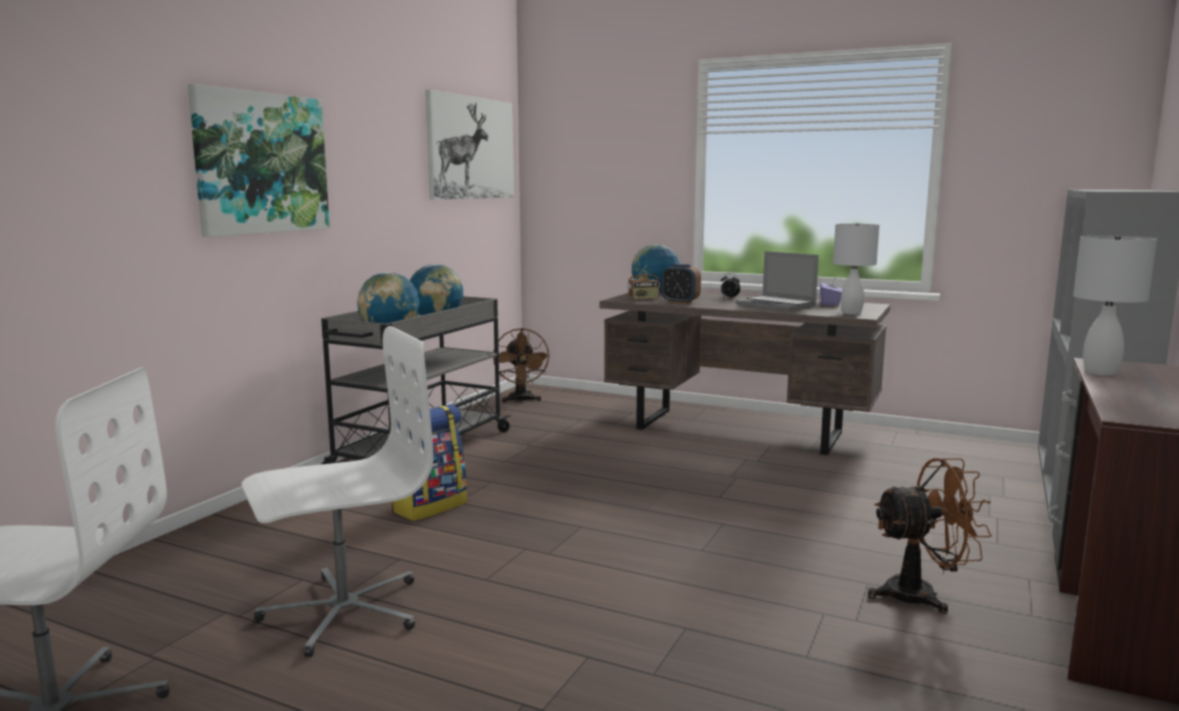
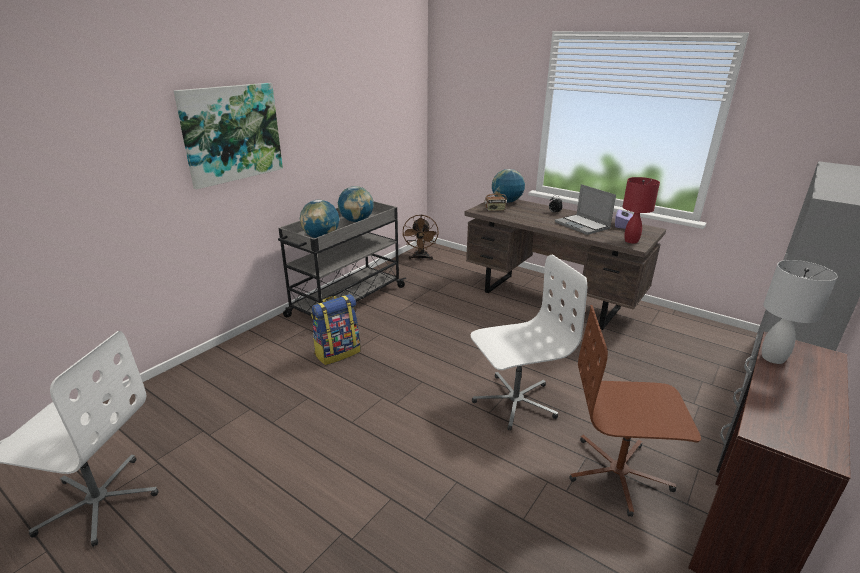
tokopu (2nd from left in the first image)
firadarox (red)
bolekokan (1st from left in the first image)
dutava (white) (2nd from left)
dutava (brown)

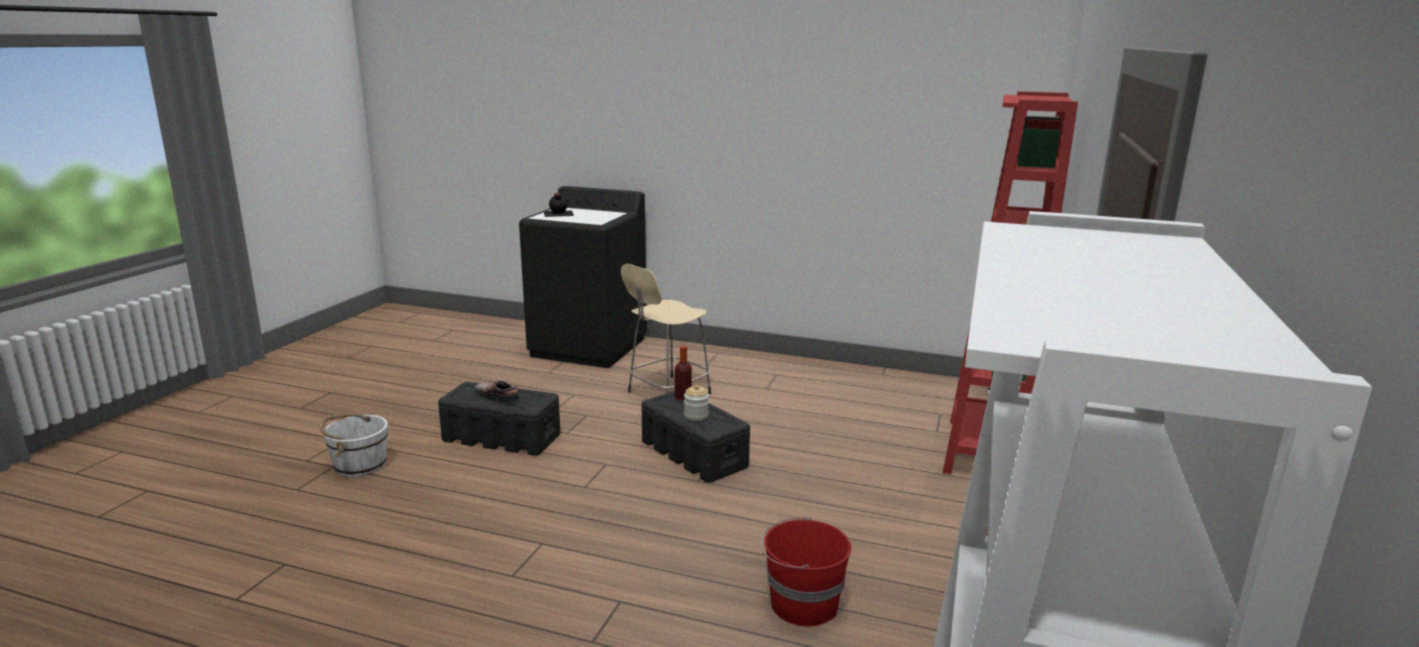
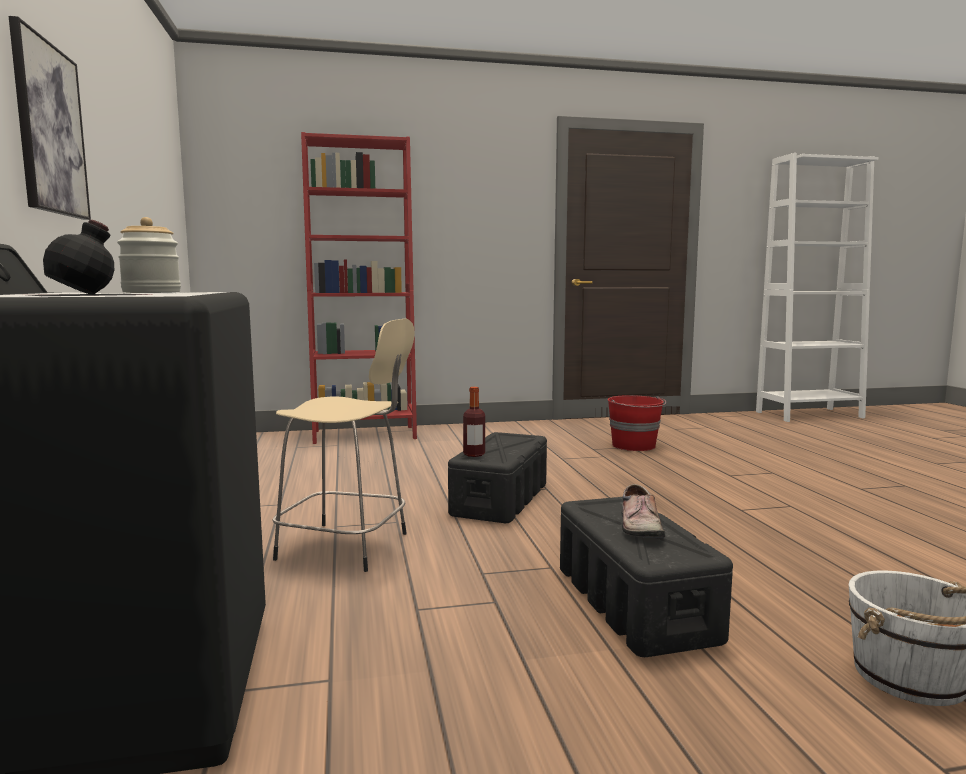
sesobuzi
tokopu

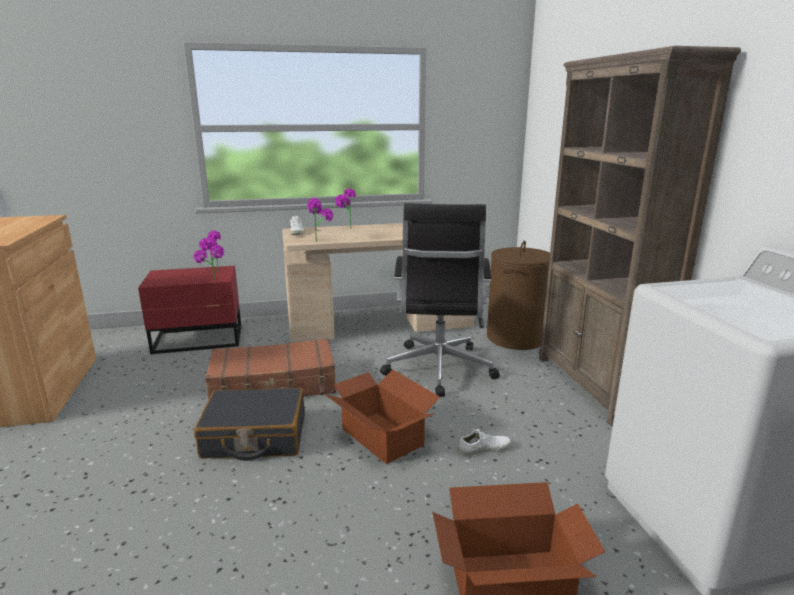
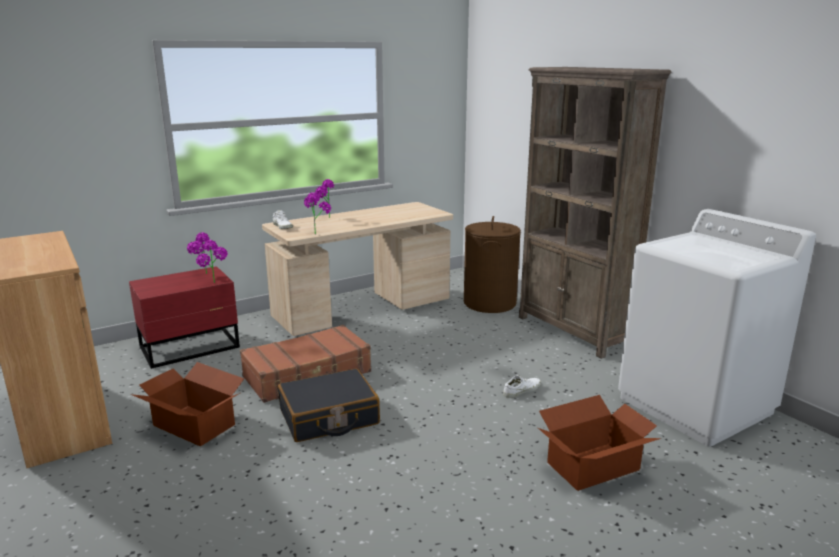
dutava (black)
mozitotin (1st from left)

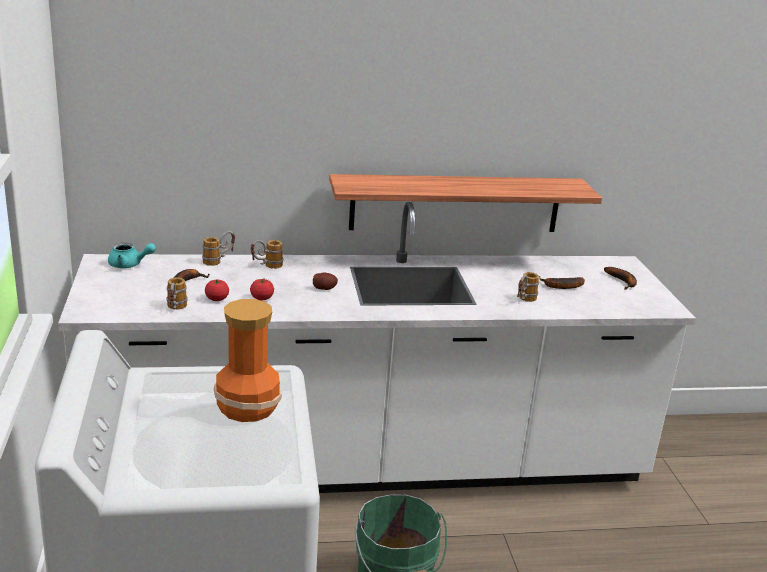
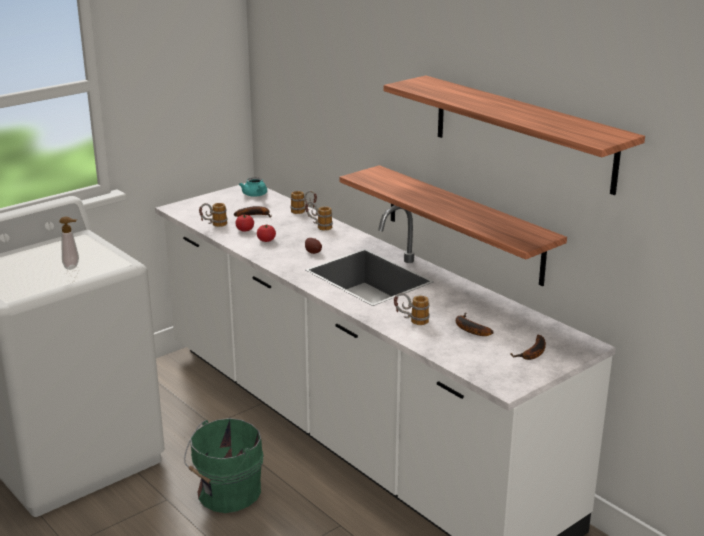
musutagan
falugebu (2nd from left)

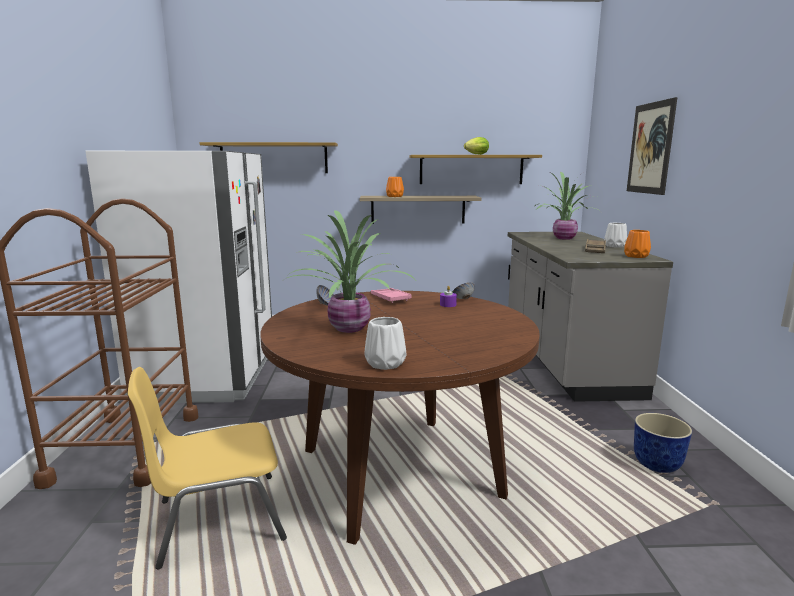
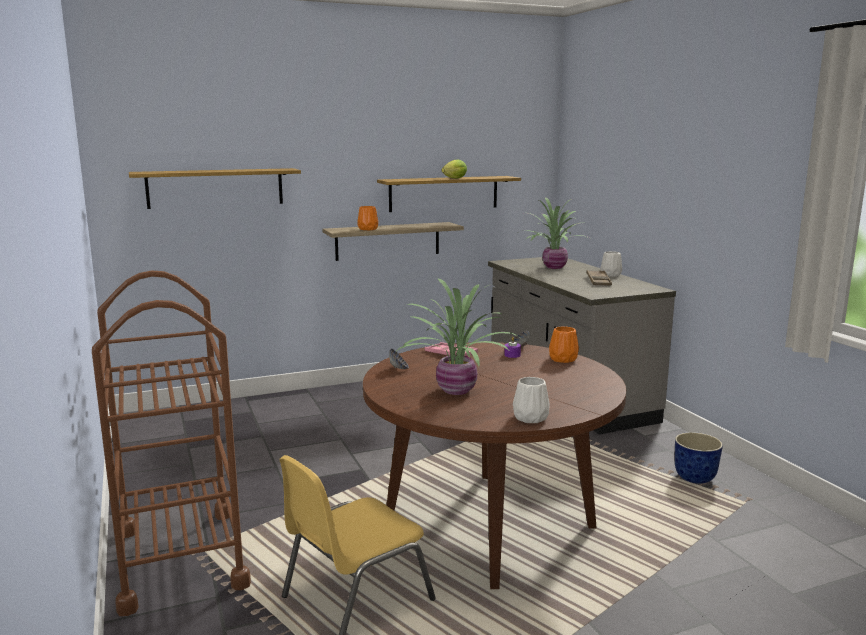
tokopu
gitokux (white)
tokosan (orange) (2nd from left)

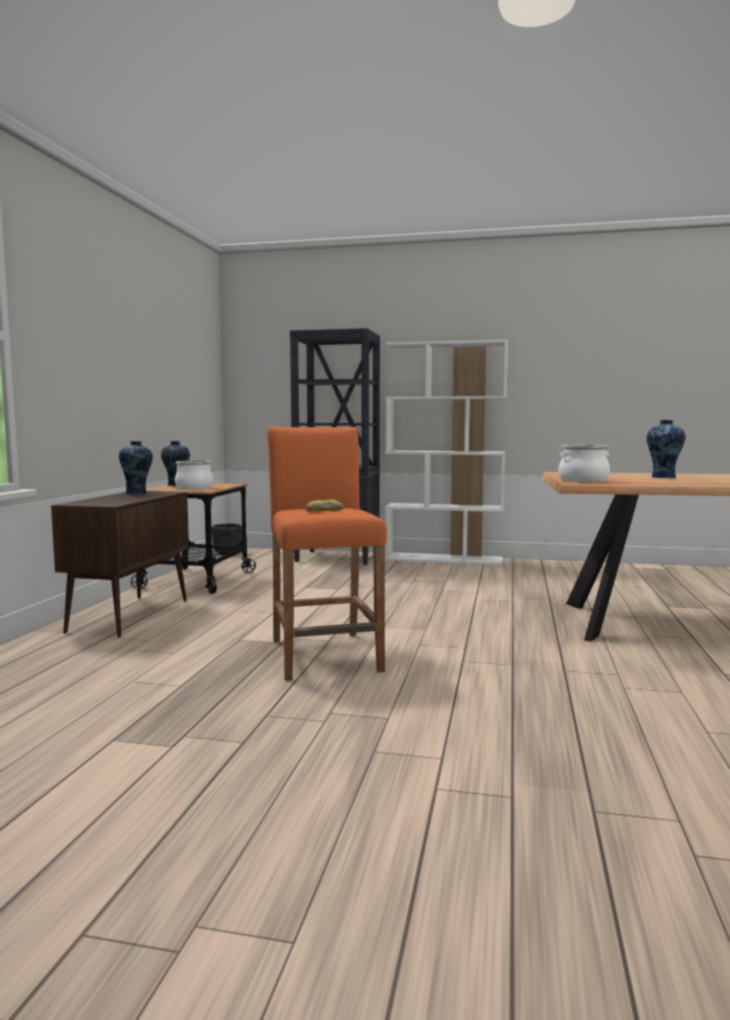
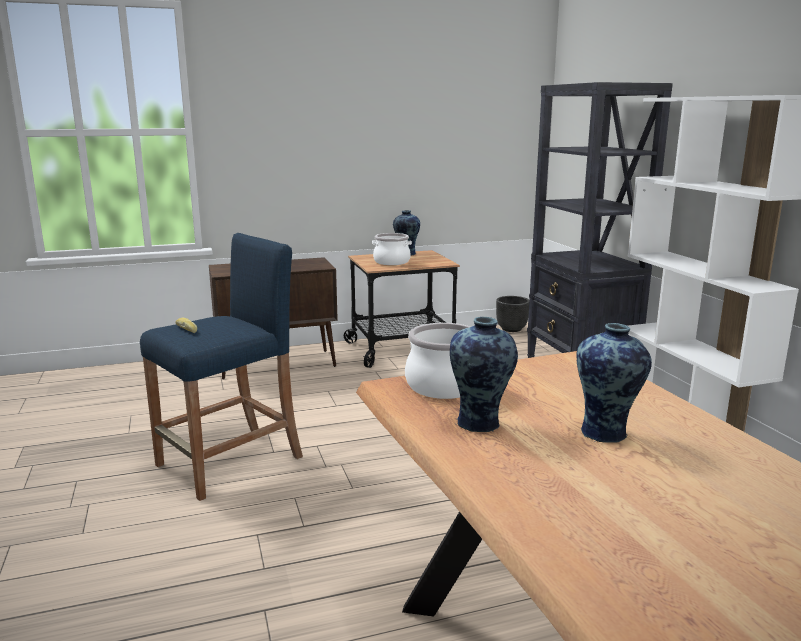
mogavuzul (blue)
tokosan (2nd from left)

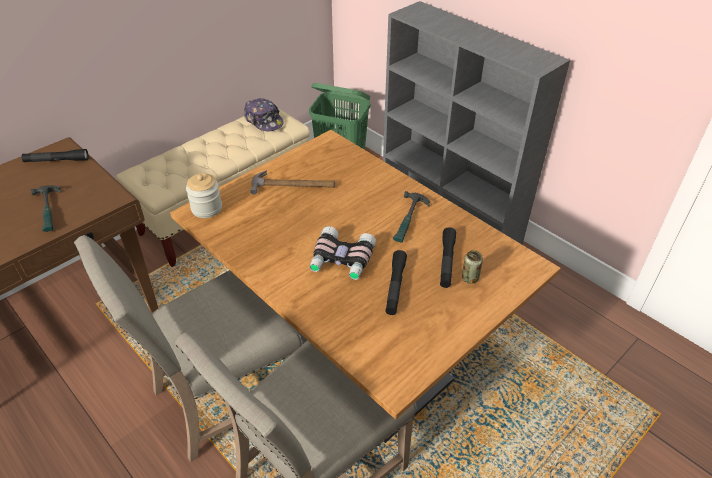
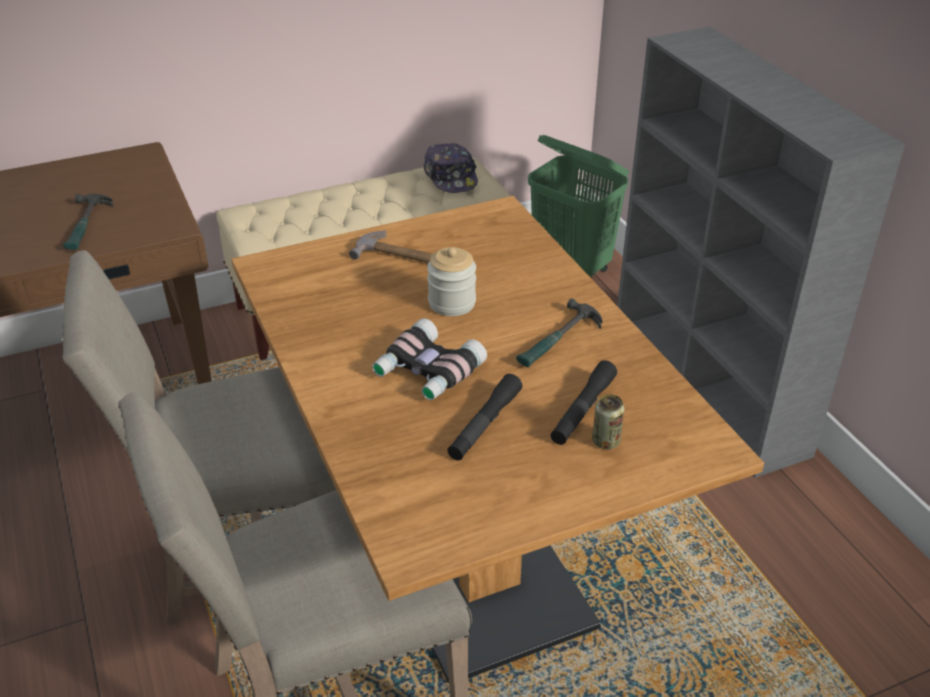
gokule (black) (1st from left in the first image)
sesobuzi

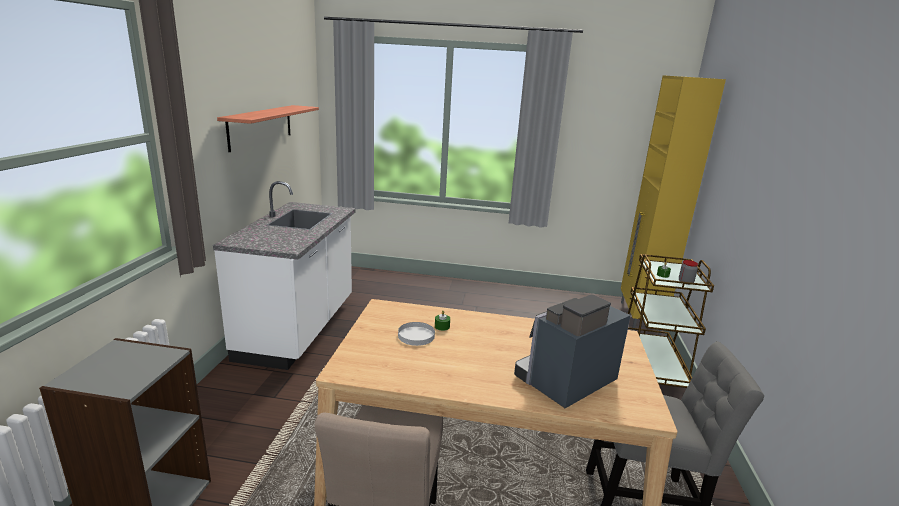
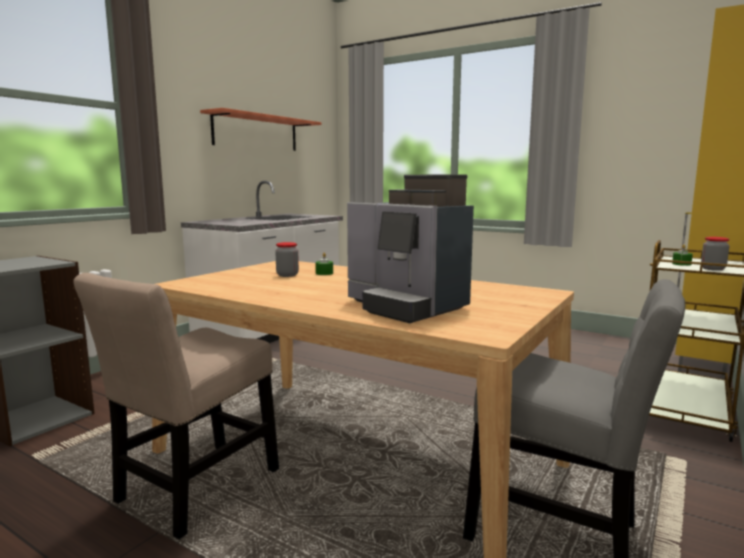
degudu
sesobuzi (1st from left)

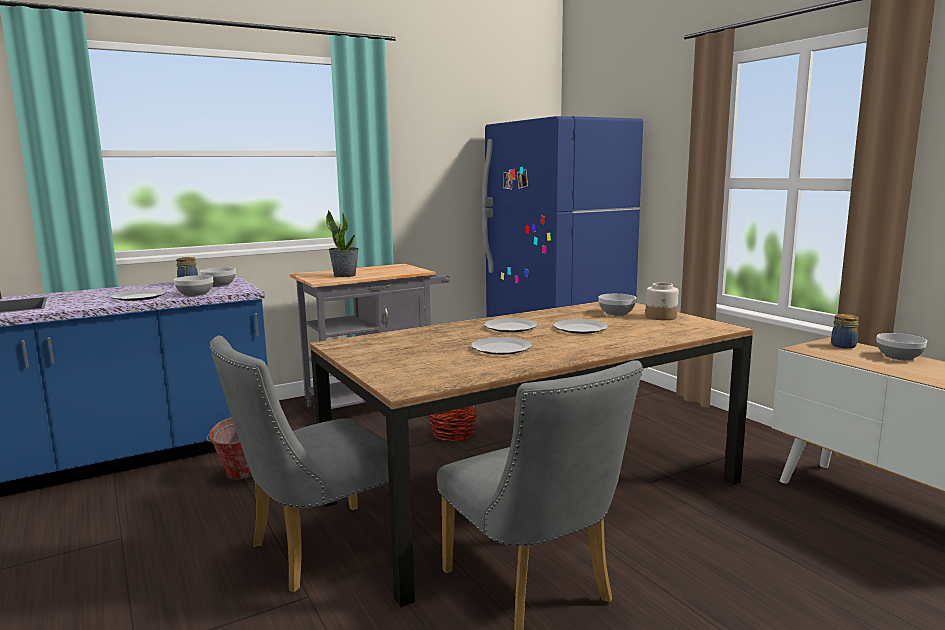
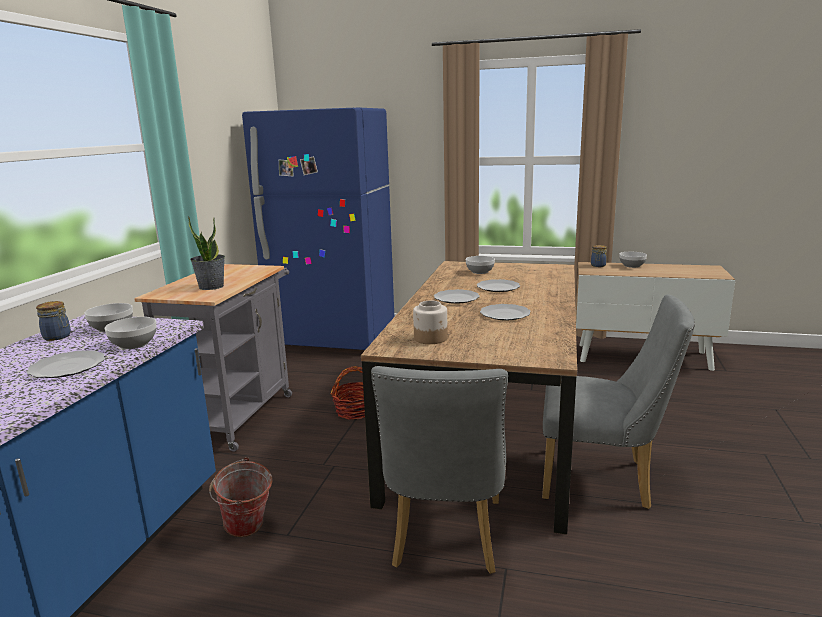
sesobuzi (2nd from left)

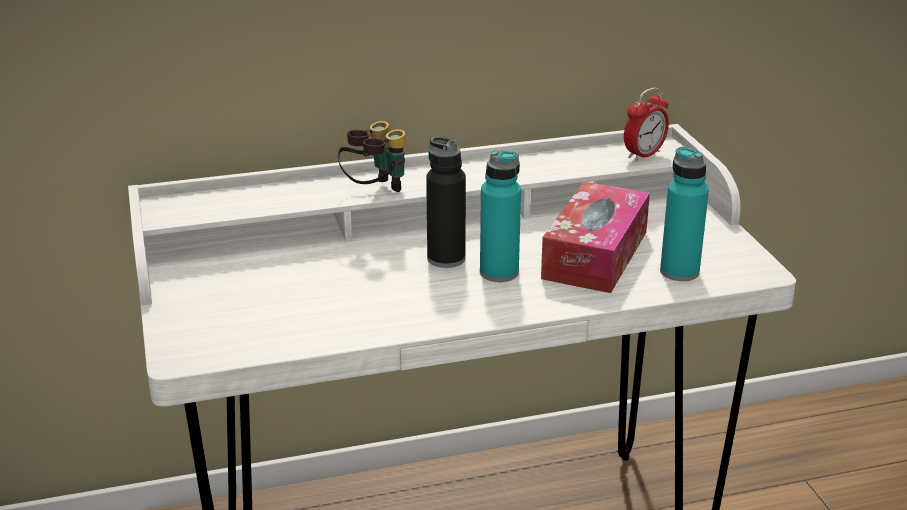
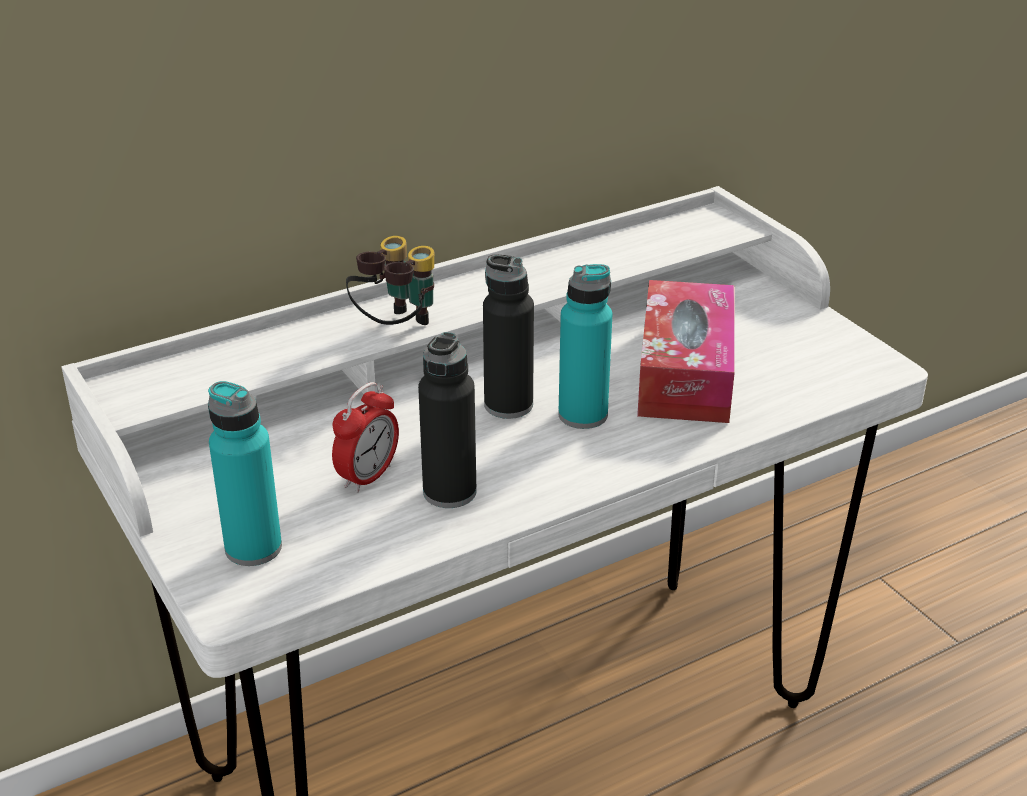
bolekokan
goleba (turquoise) (1st from left)
goleba (black) (1st from left)

